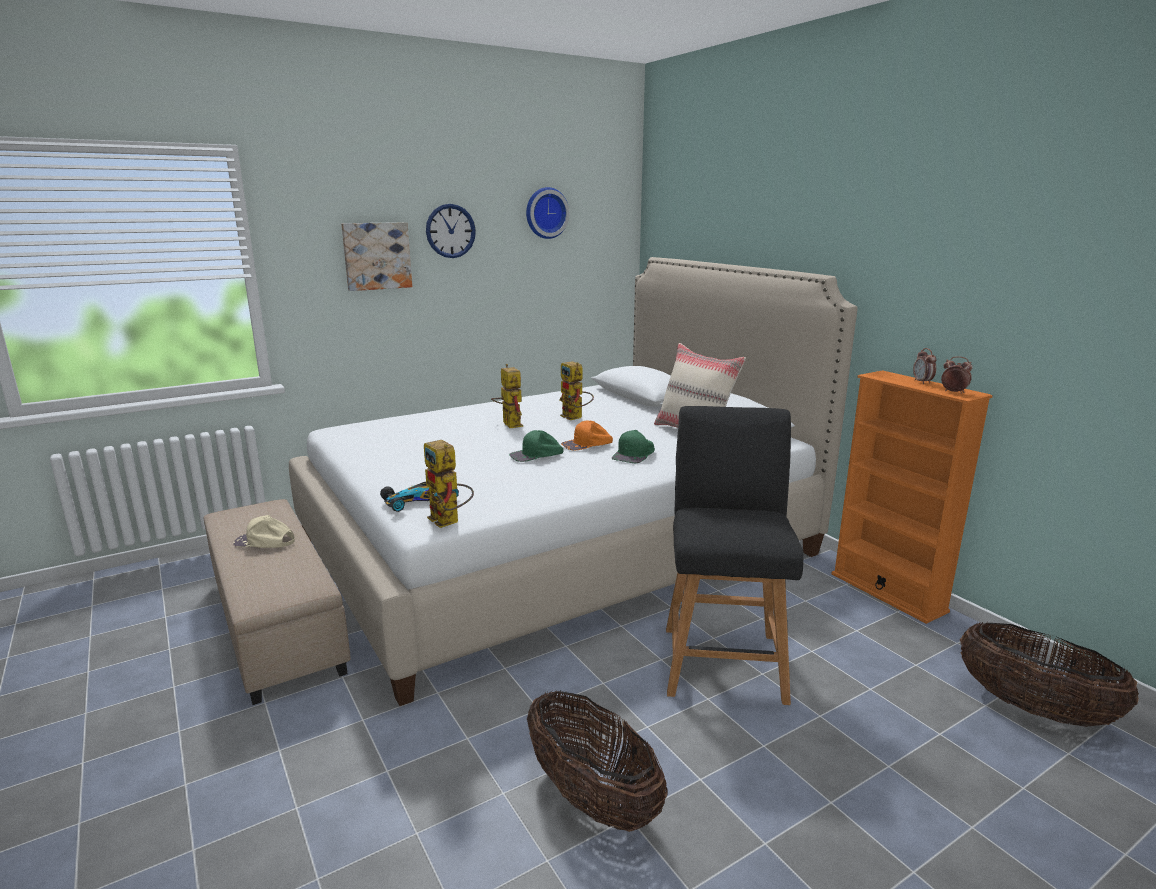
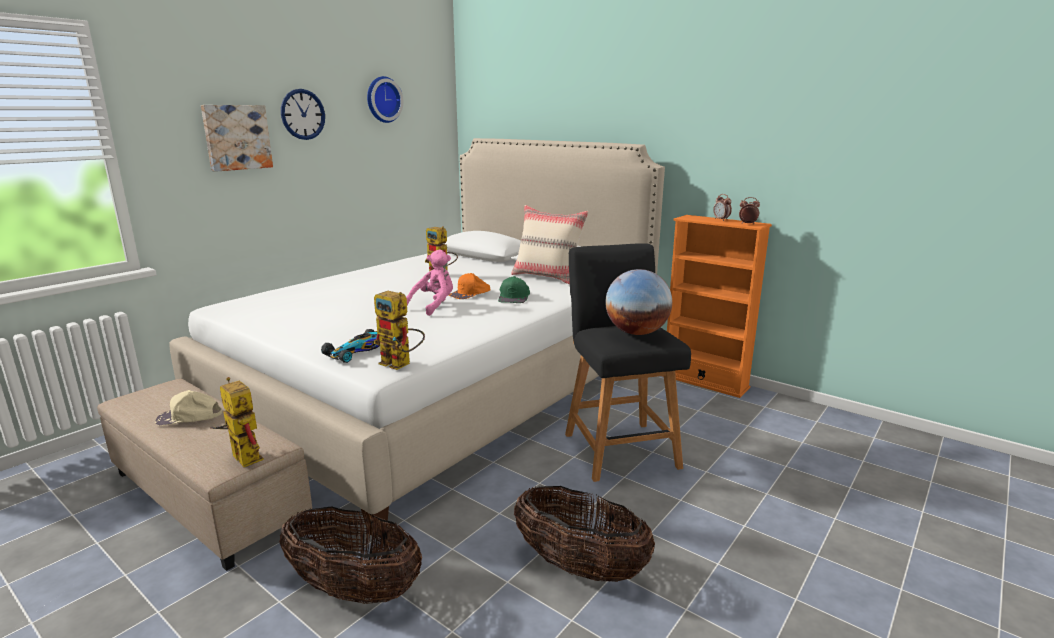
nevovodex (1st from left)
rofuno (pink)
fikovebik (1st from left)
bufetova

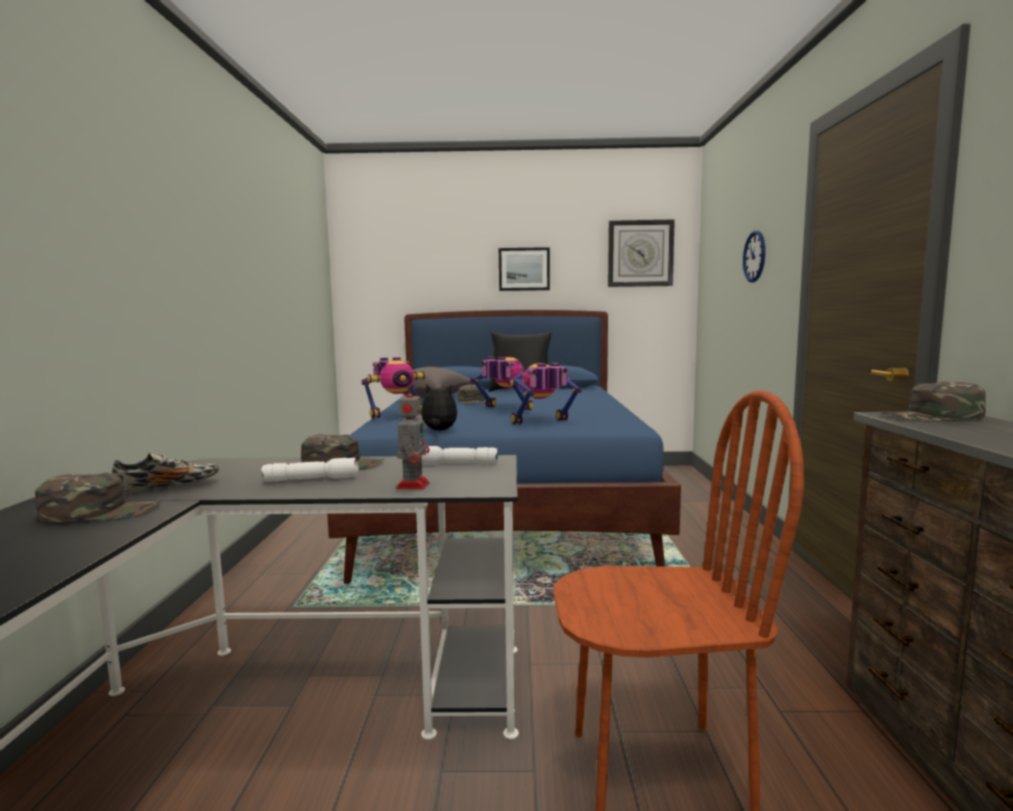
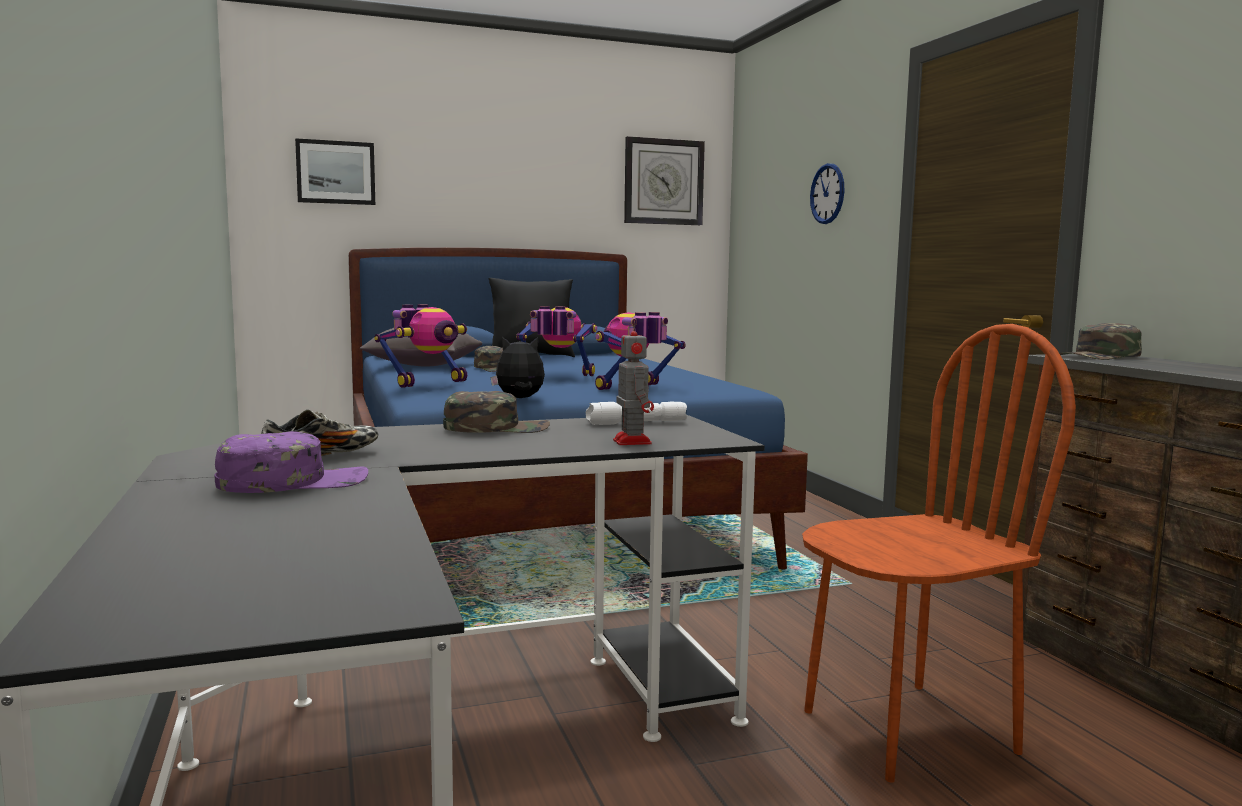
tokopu
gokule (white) (1st from left in the first image)
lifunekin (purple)

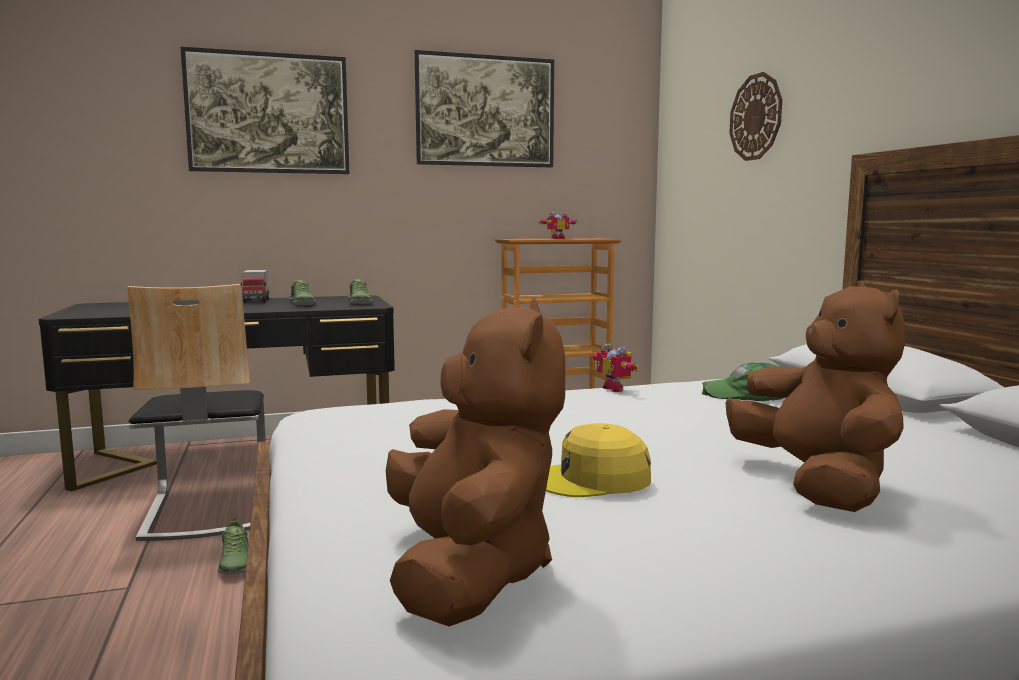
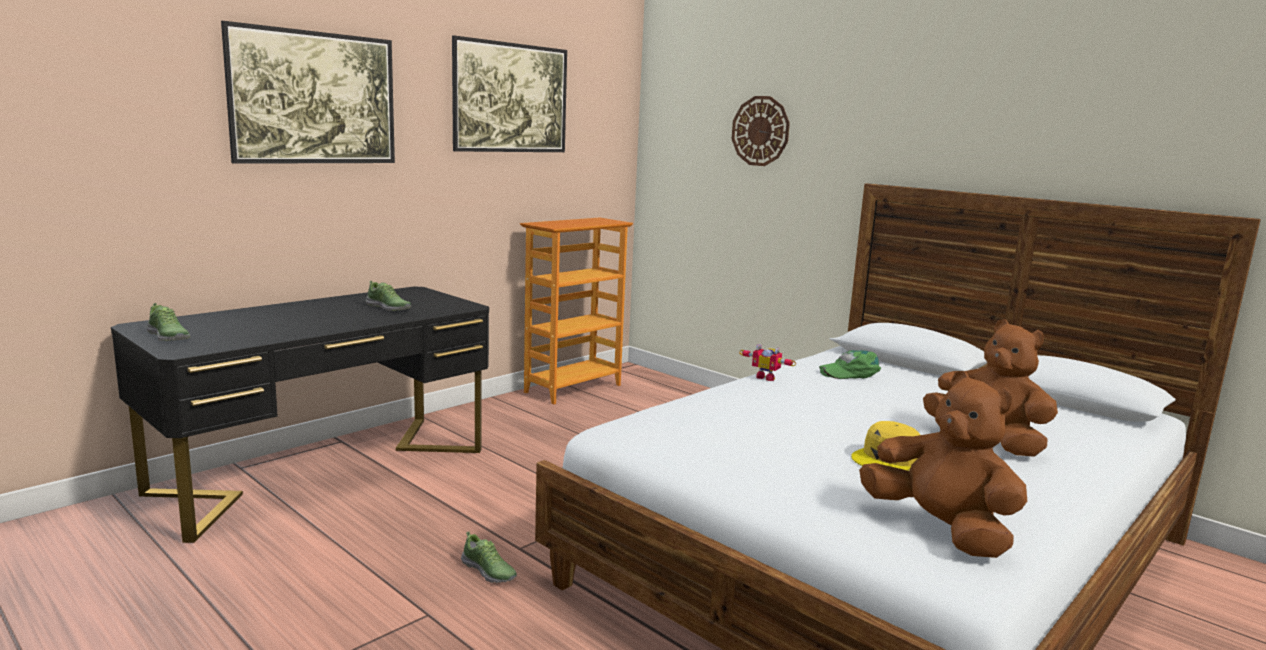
nevovodex (1st from left in the first image)
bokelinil
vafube (1st from left)
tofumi

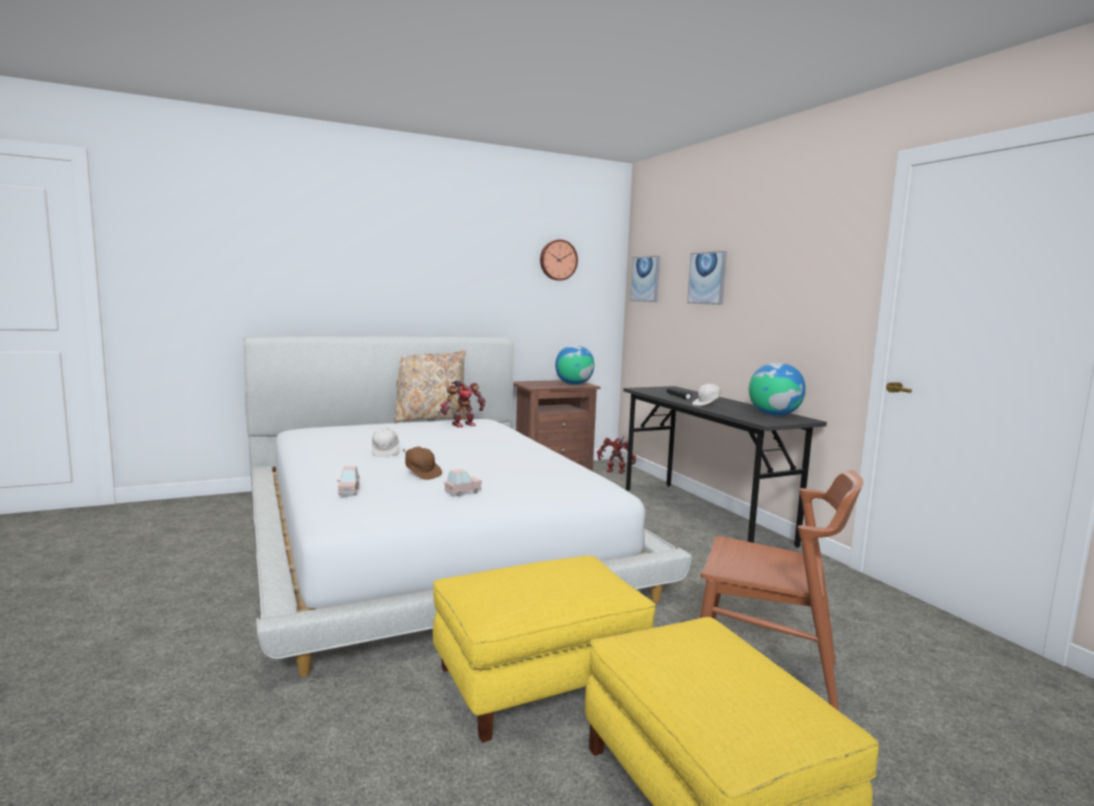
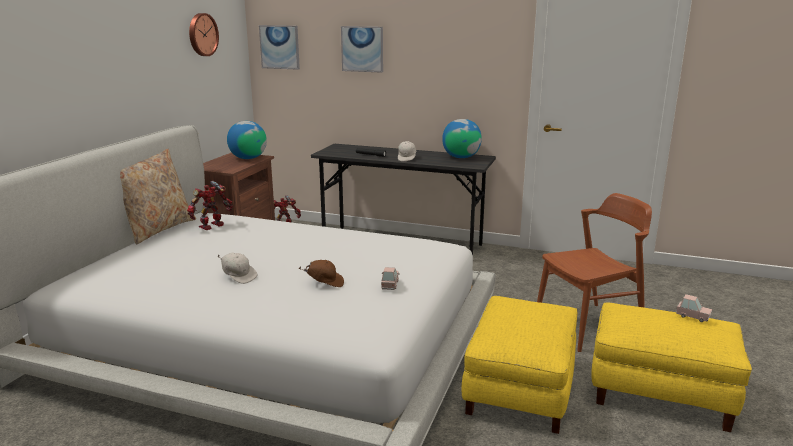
nevovodex (1st from left)
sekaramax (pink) (2nd from left)

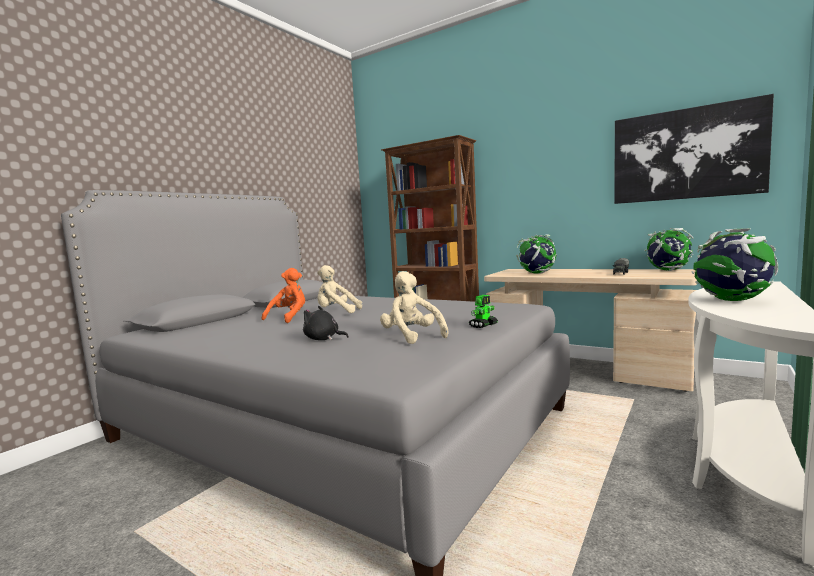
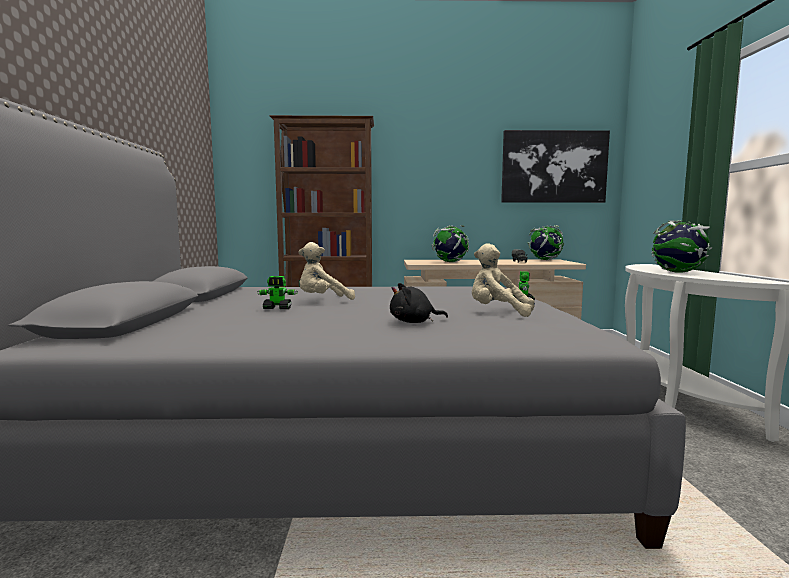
nevovodex (1st from left)

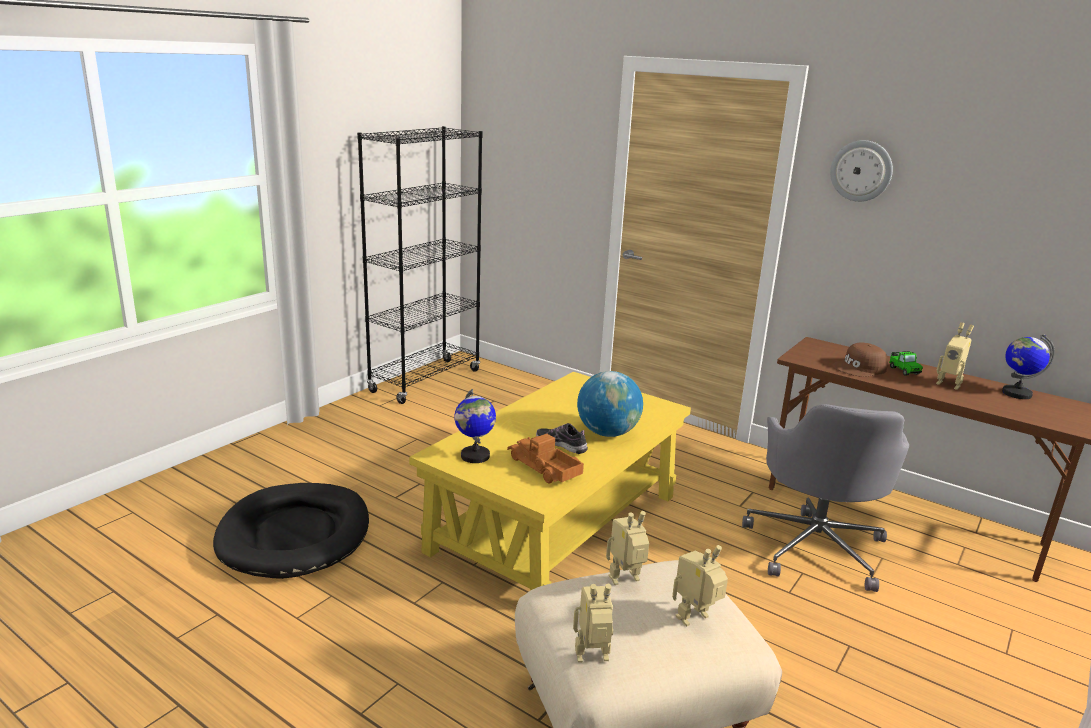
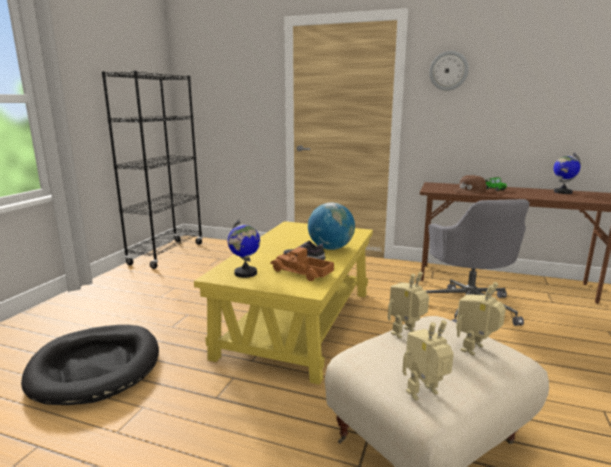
nevovodex (4th from left in the first image)

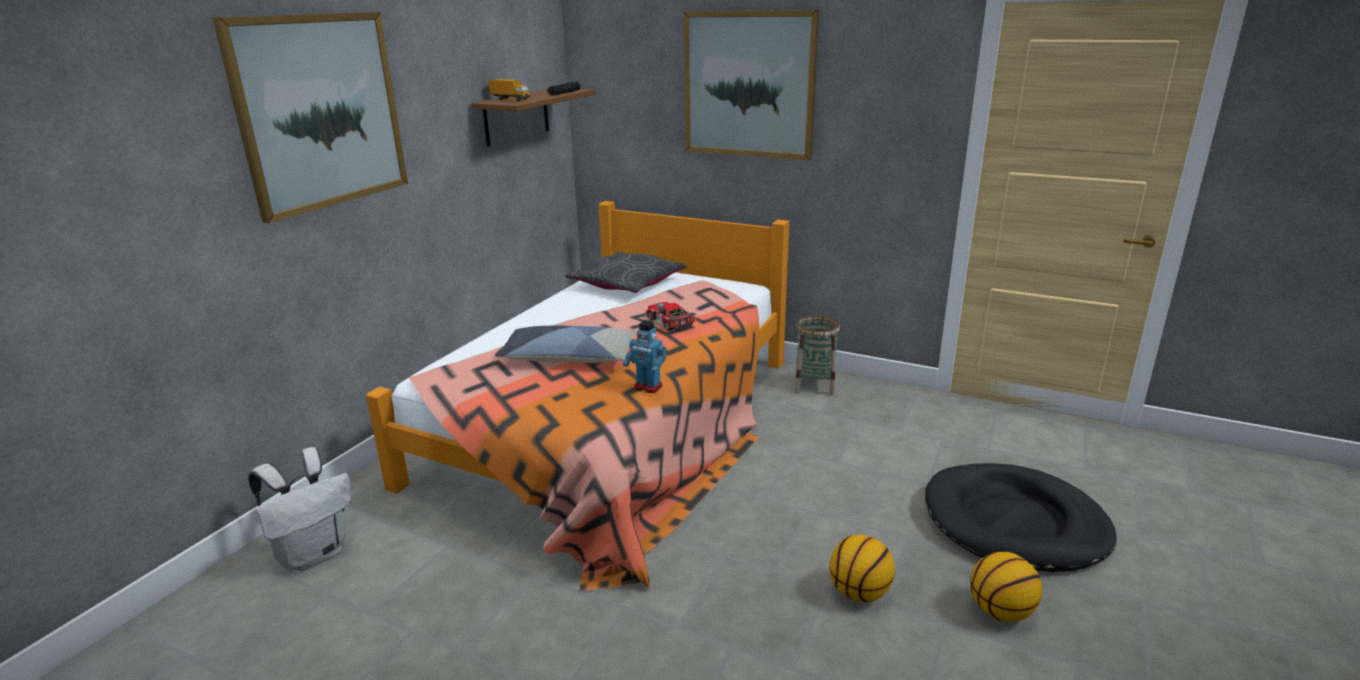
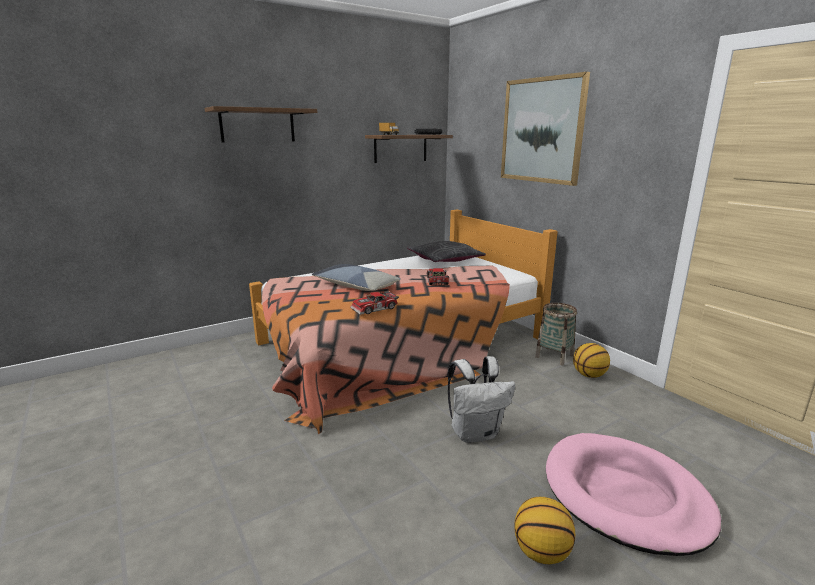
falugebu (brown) (1st from left)
sekaramax (1st from left)
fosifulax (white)
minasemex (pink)
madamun (2nd from left)

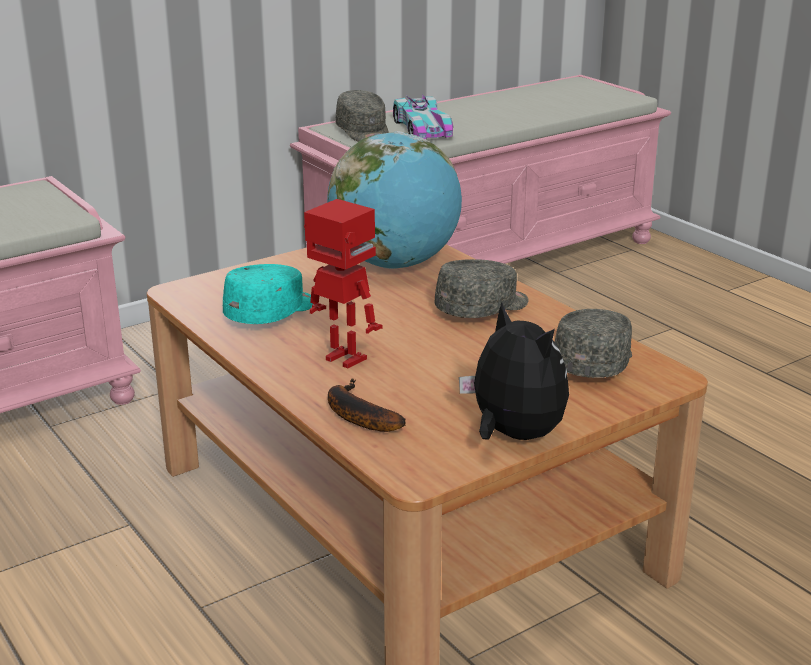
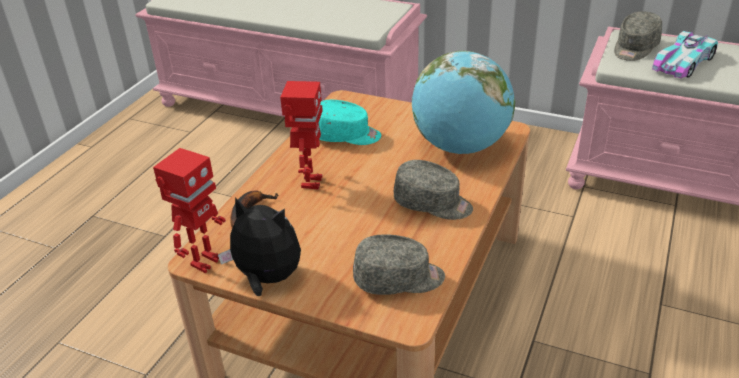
rofuno
nevovodex (1st from left)

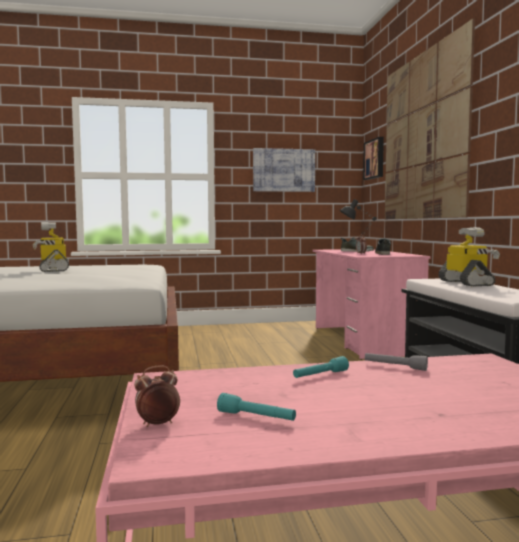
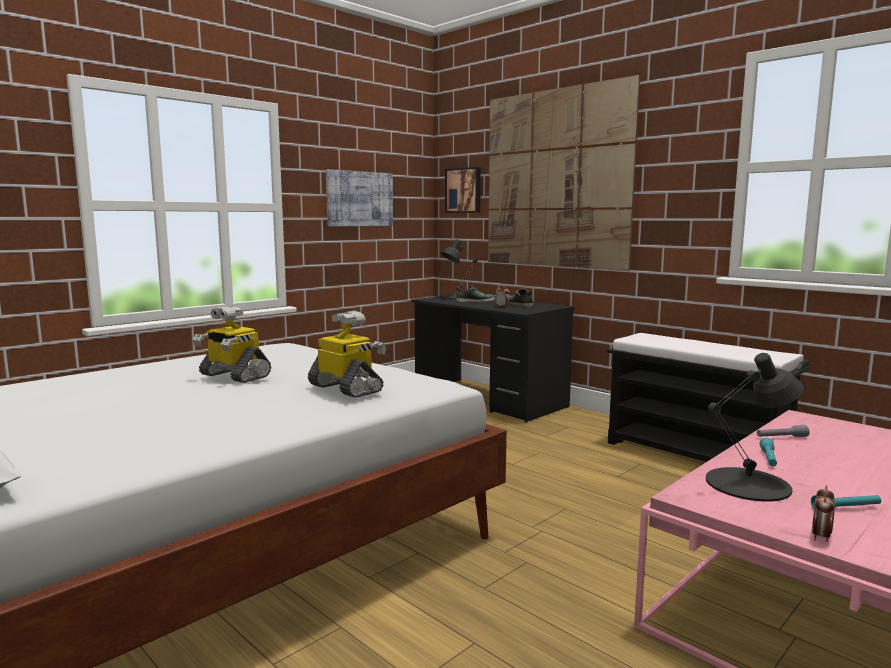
nevovodex (2nd from left)
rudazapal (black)
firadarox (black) (2nd from left)

